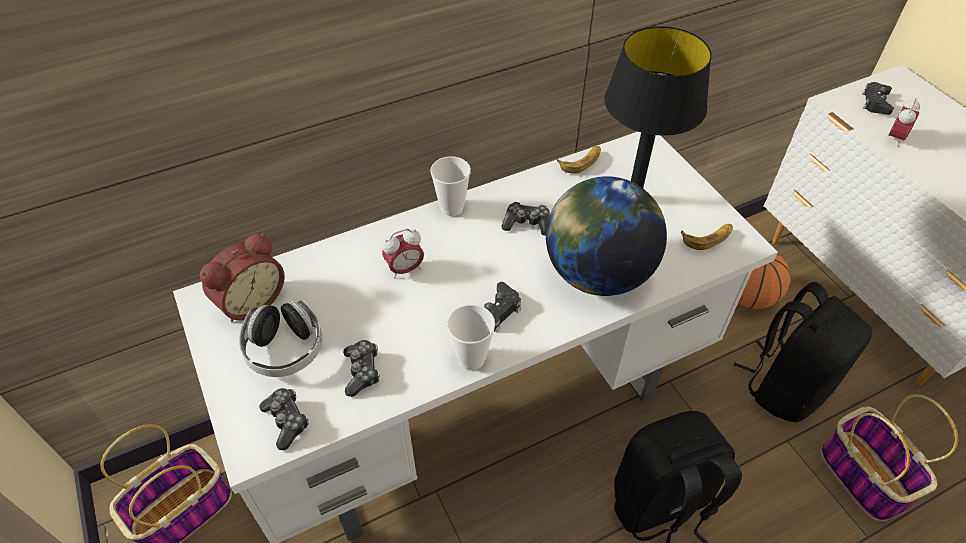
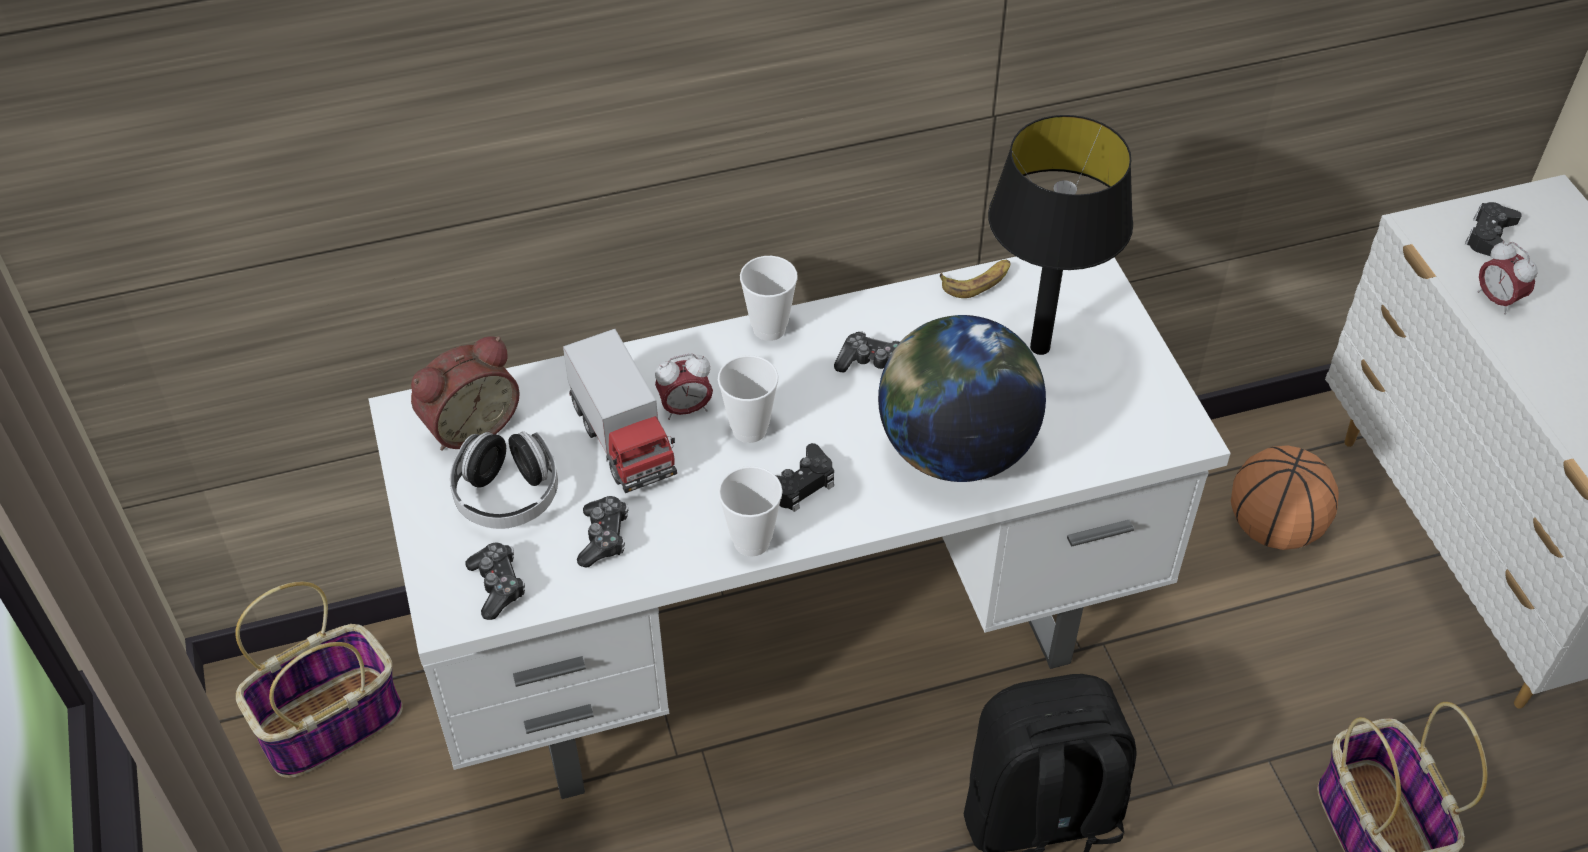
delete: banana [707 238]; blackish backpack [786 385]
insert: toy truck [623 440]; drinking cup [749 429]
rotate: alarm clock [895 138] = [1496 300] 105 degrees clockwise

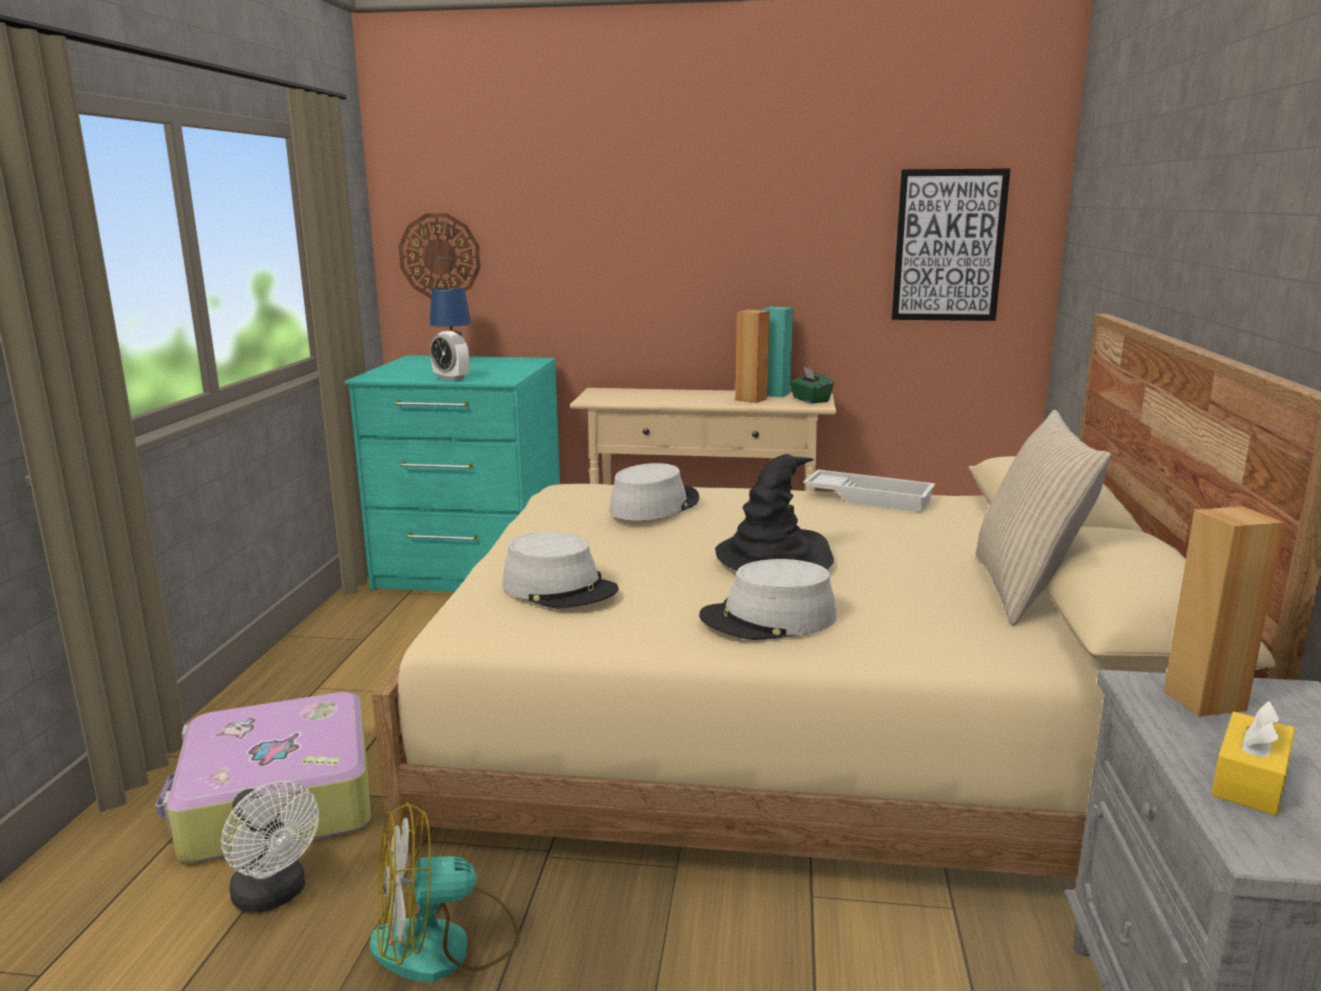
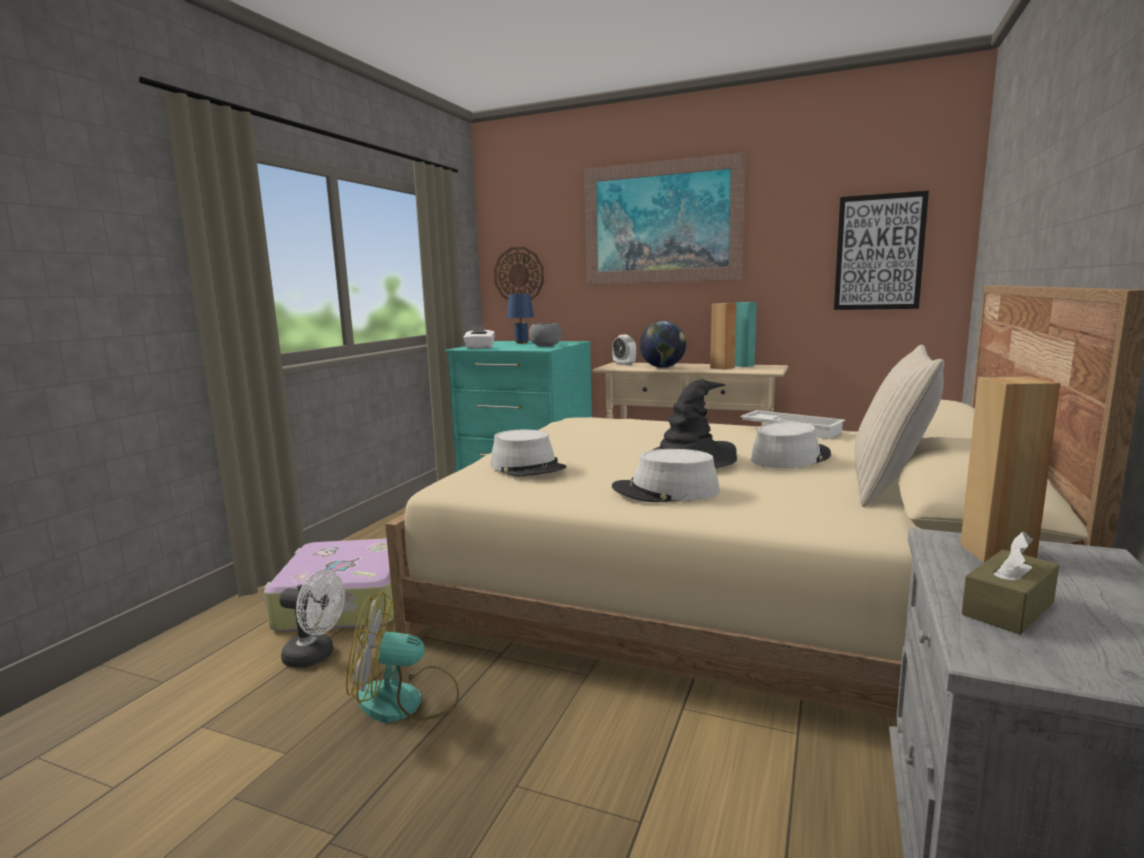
delete: greenish tissue box [810 400]
insert: white tissue box [479 347]; grey serving bowl [545 346]; wall art [661 223]; world globe [662 367]
move: alarm clock [451 378] to [624 364]; grey hat [654 505] to [790 457]
recolor: yellow tissue box [1249 780] to brown-coloured tissue box [1008 608]
rotate: white cooling fan [274 895] = [316 656] 45 degrees counterclockwise

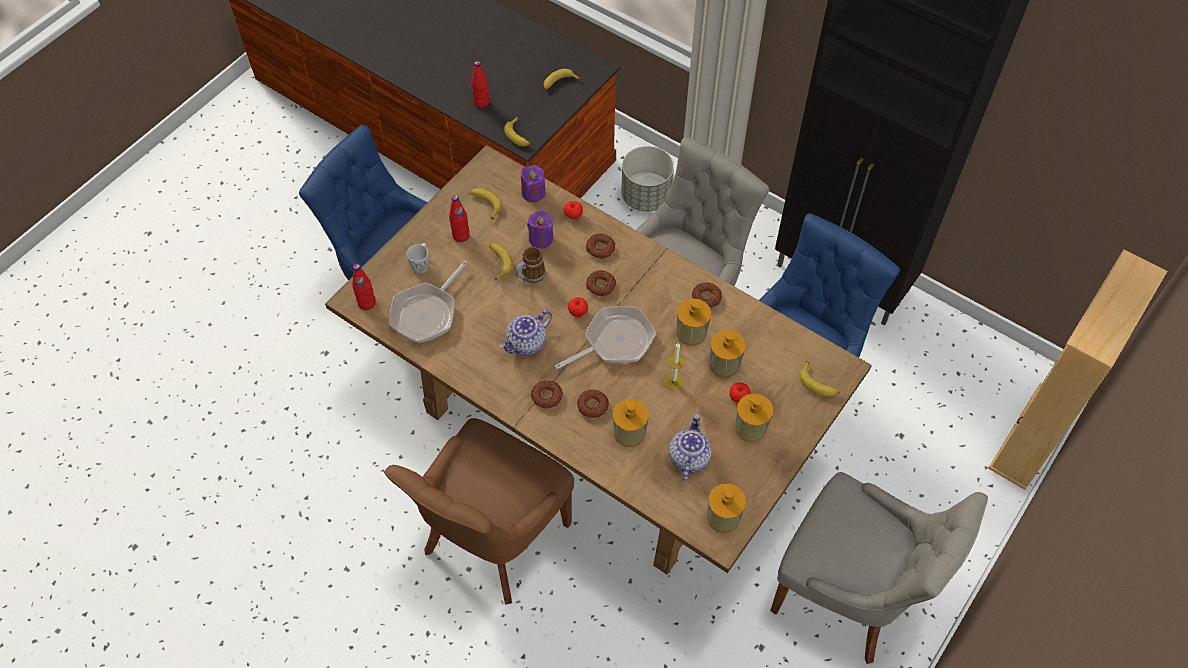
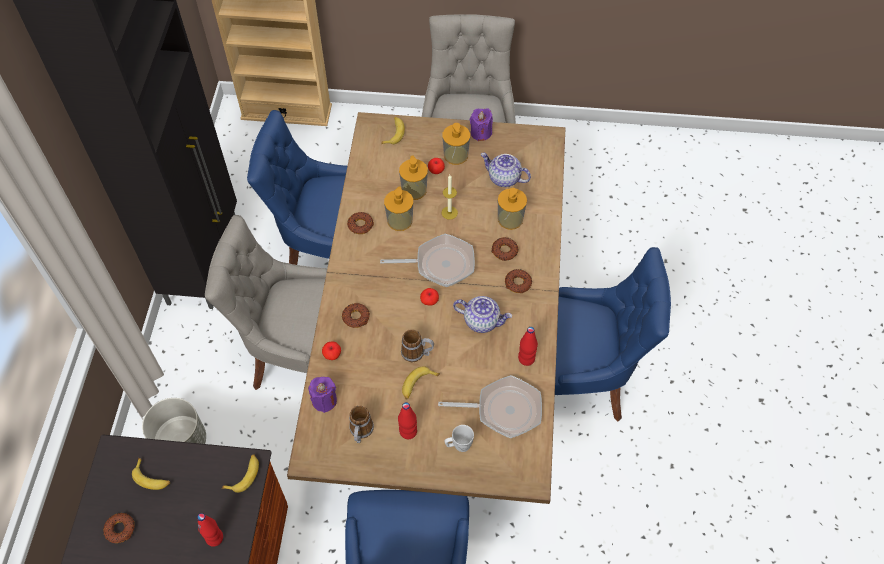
delete: liquid soap bottle [723 517]
move: reddish bottle [367 303] to [526 359]; purple-coloured candle [541 238] to [481 133]; doughnut [601 286] to [120 529]
replace: banana [485 204] to tea mug [360 433]
recolor: brown-coloured chair [493 539] to blue chair [577 380]
rotate: frying pan [614 341] = [440 264] 150 degrees clockwise; teapot [688 457] = [503 178] 45 degrees clockwise

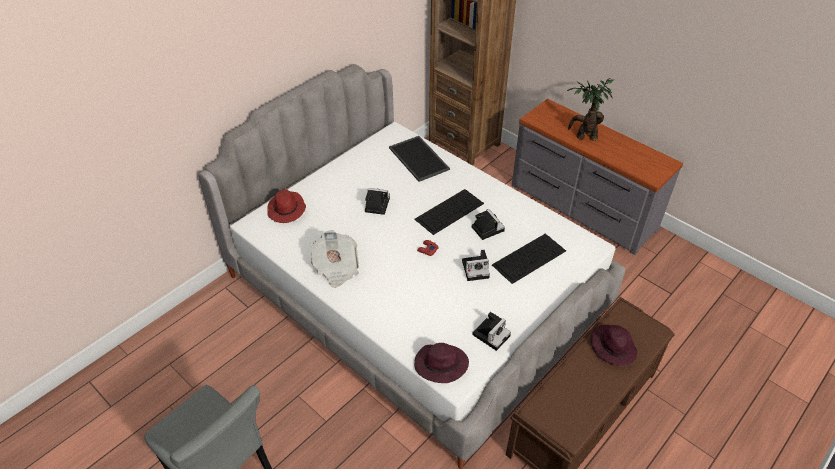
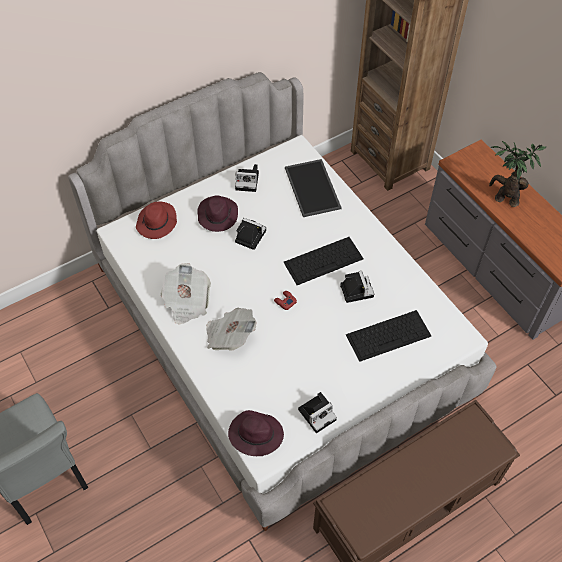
insert: newspaper [229 336]
move: still camera [476 269] to [248 181]; purple-coloured hat [612 346] to [217 215]

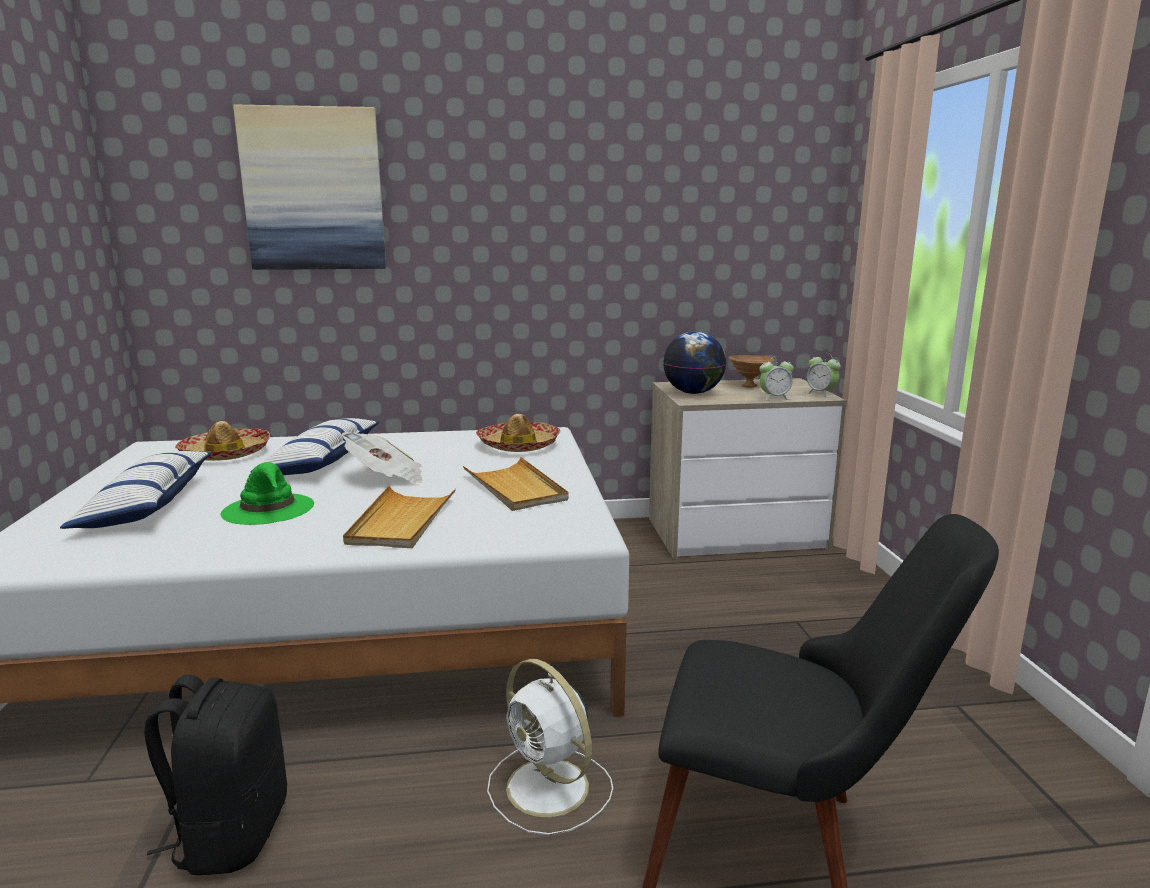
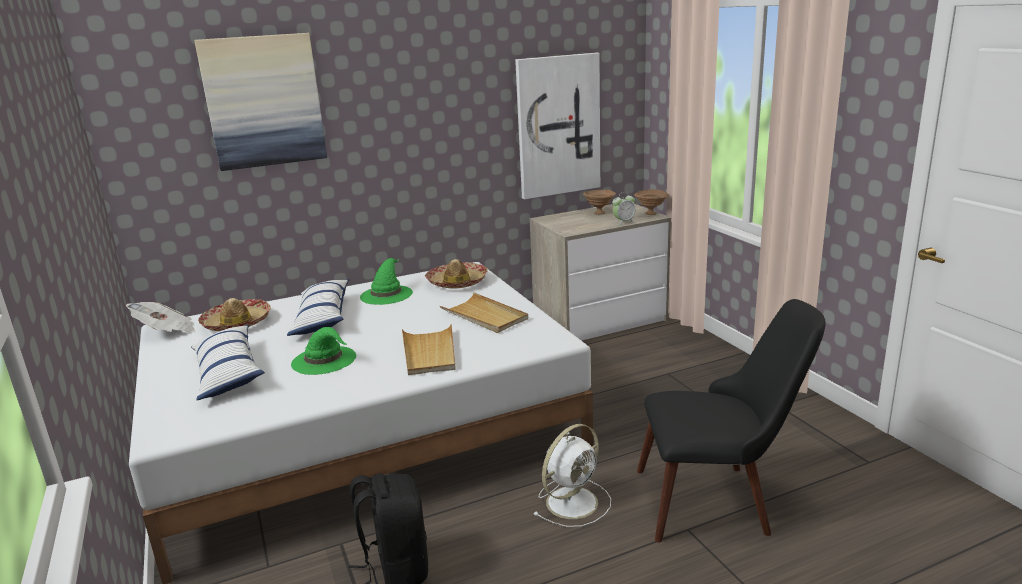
delete: world globe [693 393]
insert: greenish hat [386 294]; wall art [558 126]
move: newspaper [387 478] to [166 332]
replace: alarm clock [821 393] to brown-coloured serving bowl [651 214]
rotate: white cooling fan [550 789] = [573 501] 75 degrees counterclockwise

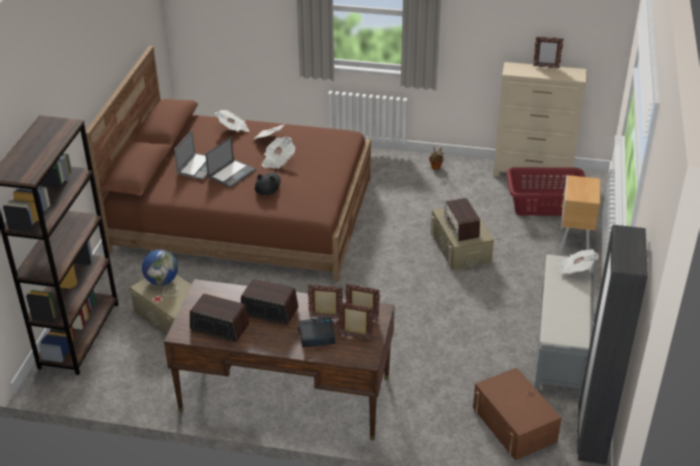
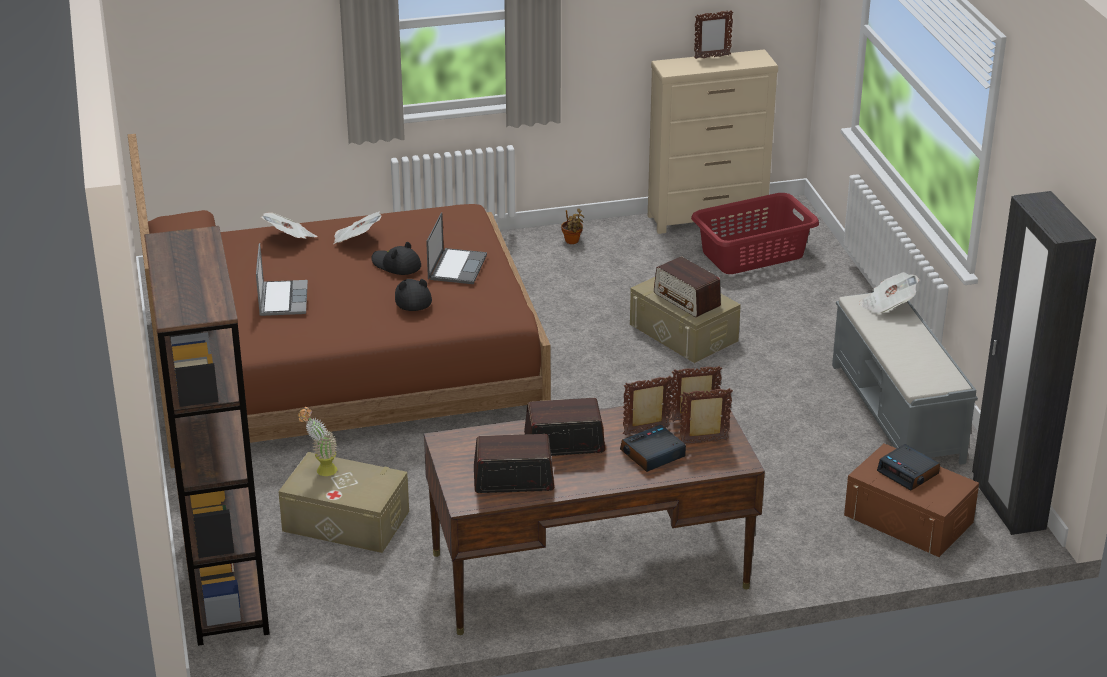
delete: brown-coloured night table [573 242]
insert: alarm clock [908 473]
move: portable computer [232 173] to [457 266]
replace: world globe [162 281] to potted plant [321 470]; newspaper [277 161] to blackish hat [396 265]

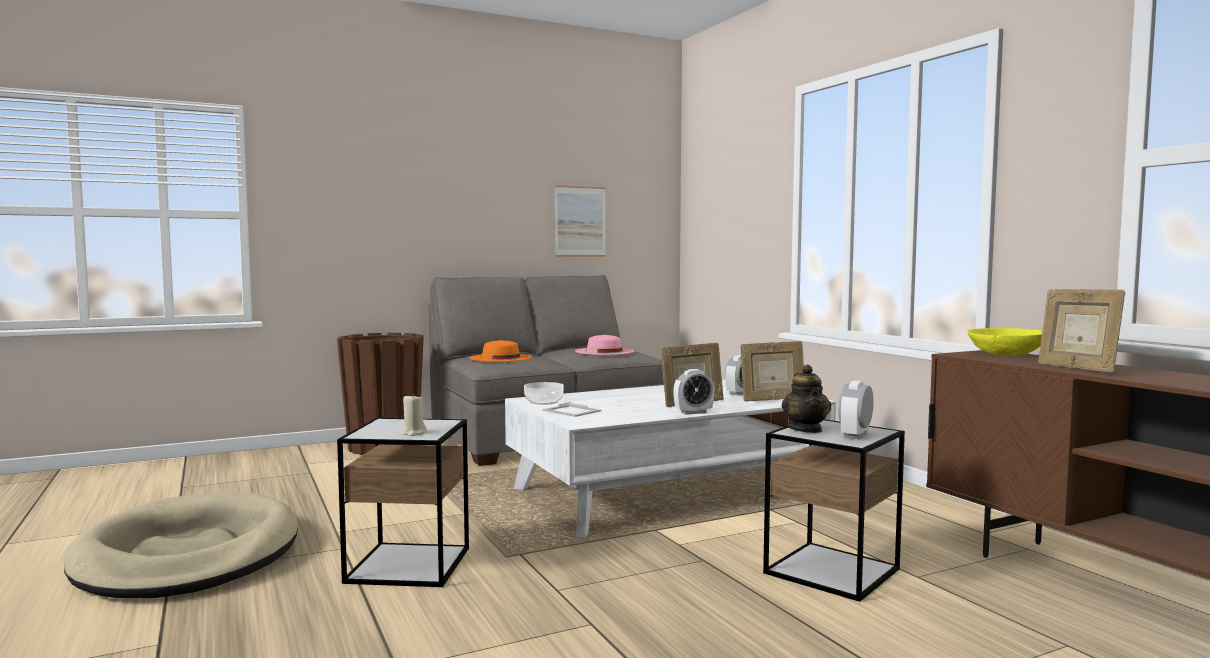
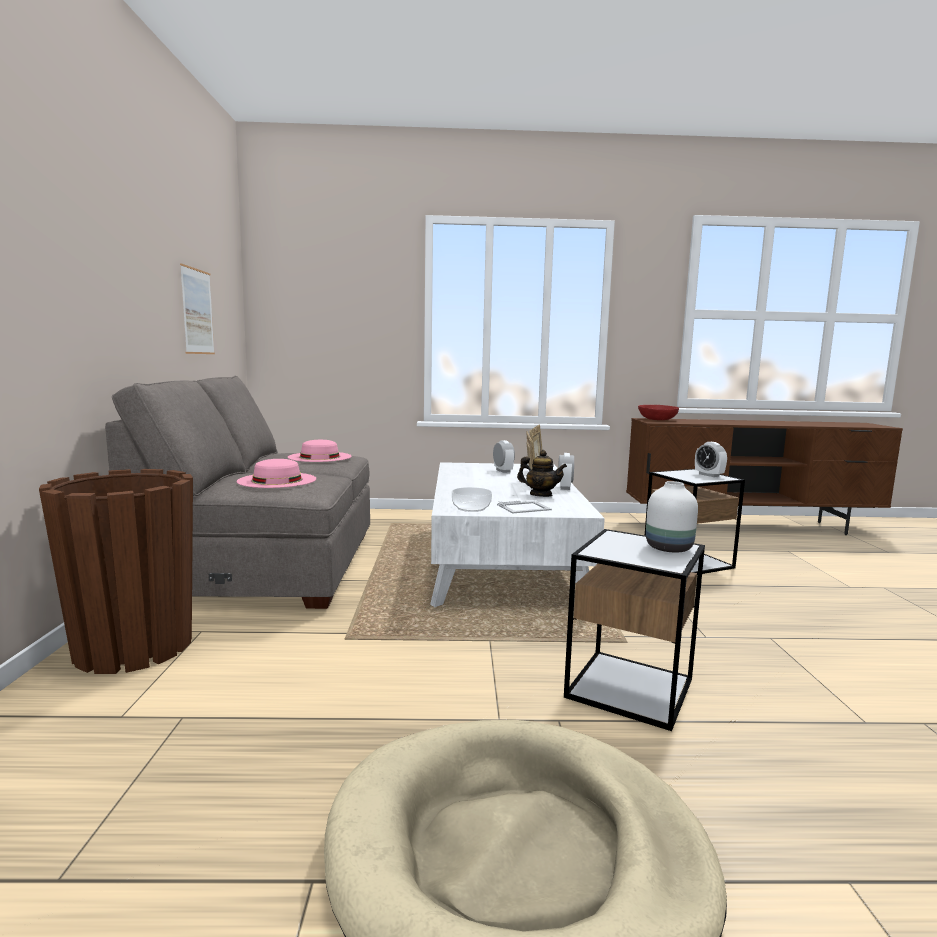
delete: photo frame [1076 368]
move: teapot [806 429] to [540 495]
replace: beige candle [413 433] to white decorative vase [667 548]
recolor: orangey hat [501 357] to pinkish hat [277 480]; yellow serving bowl [1005 354] to reddish serving bowl [657 419]

